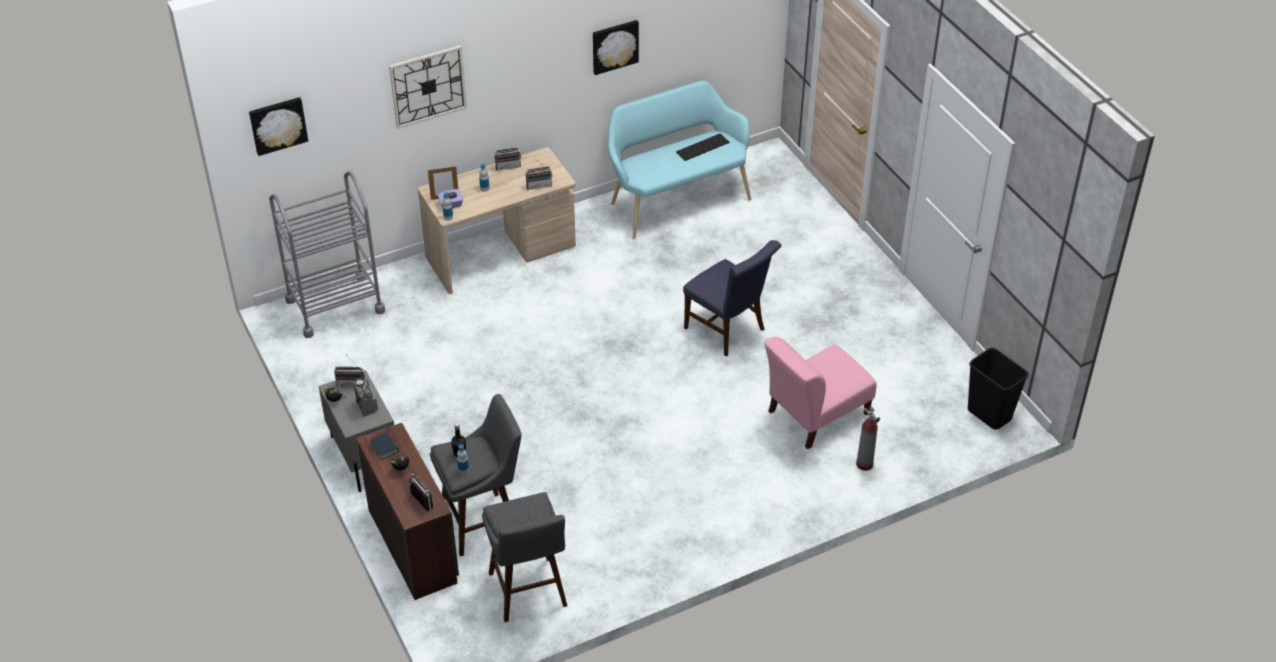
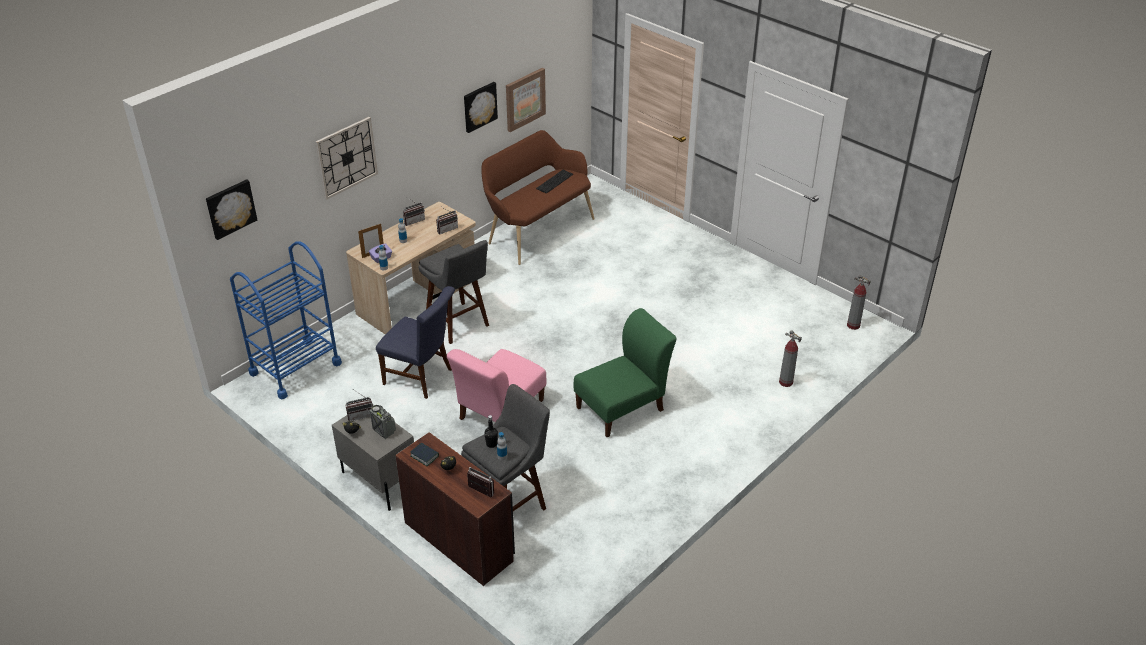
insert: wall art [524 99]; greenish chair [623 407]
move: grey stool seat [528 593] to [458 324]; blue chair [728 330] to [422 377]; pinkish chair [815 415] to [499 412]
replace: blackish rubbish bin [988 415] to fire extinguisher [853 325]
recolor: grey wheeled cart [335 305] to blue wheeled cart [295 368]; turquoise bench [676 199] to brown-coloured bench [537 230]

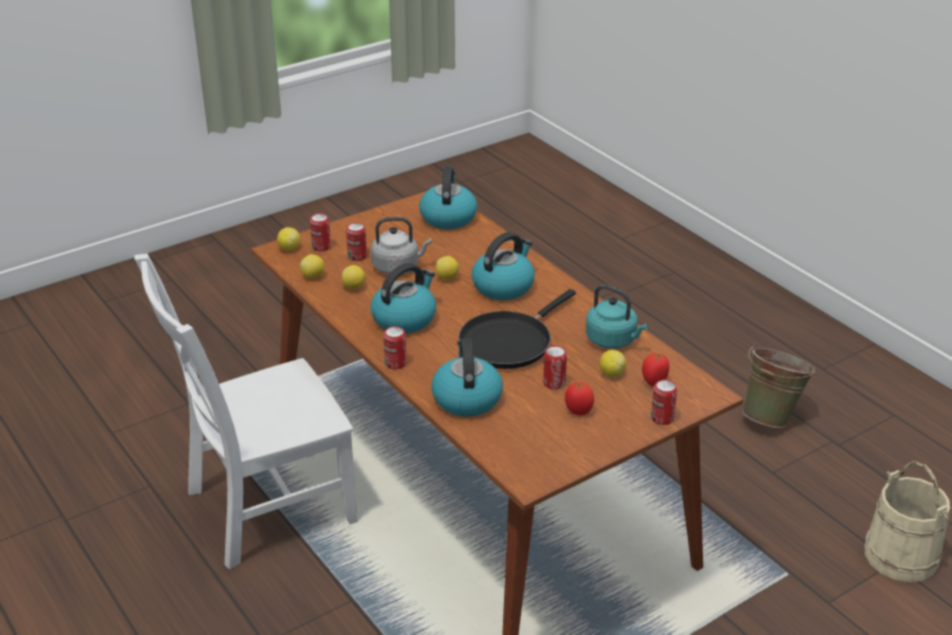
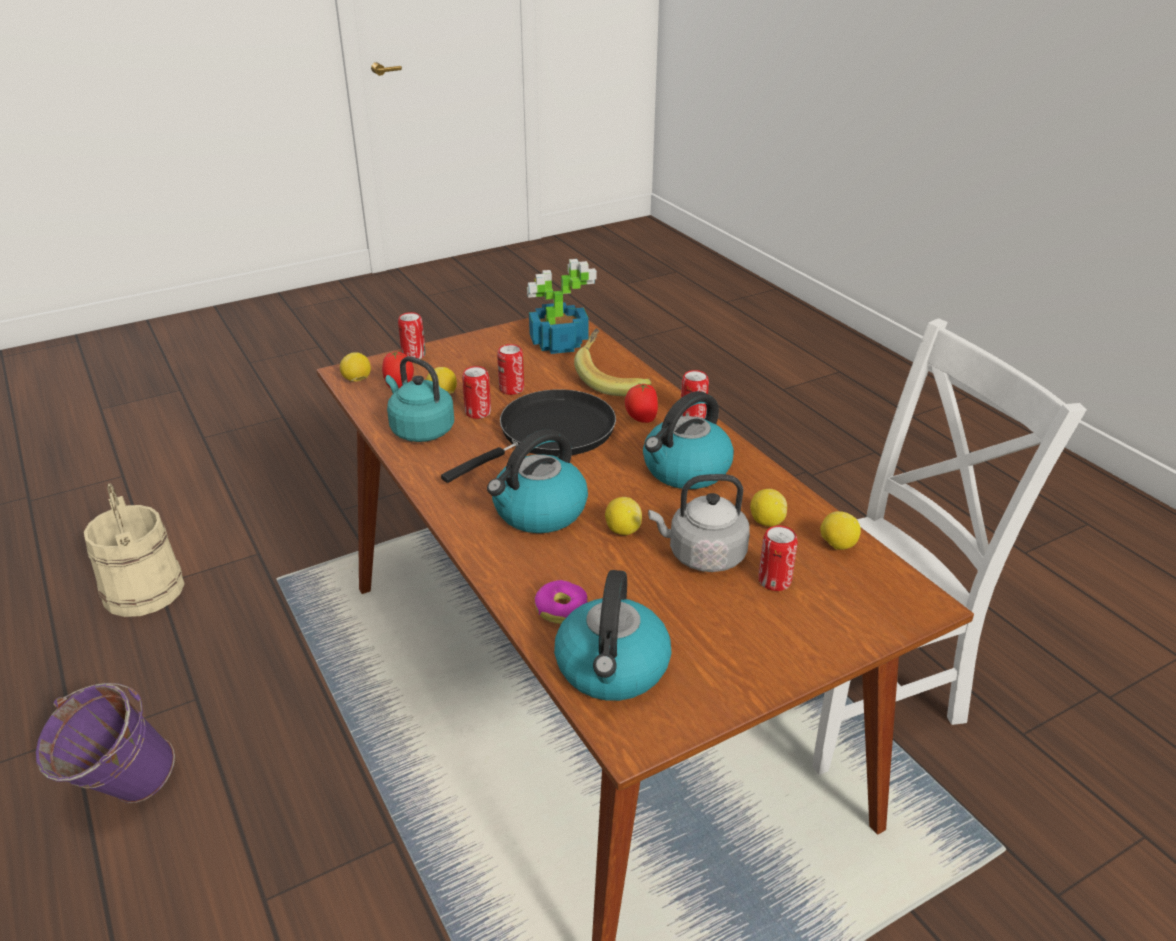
insert: potted plant [558 343]; doughnut [561 608]
move: lemon [289 248] to [357 380]; metal can [321 247] to [478 412]; whole tomato [578 411] to [641 419]
replace: kettle [466 398] to banana [612 380]
recolor: greenish pail [772 416] to purple-coloured pail [121 793]

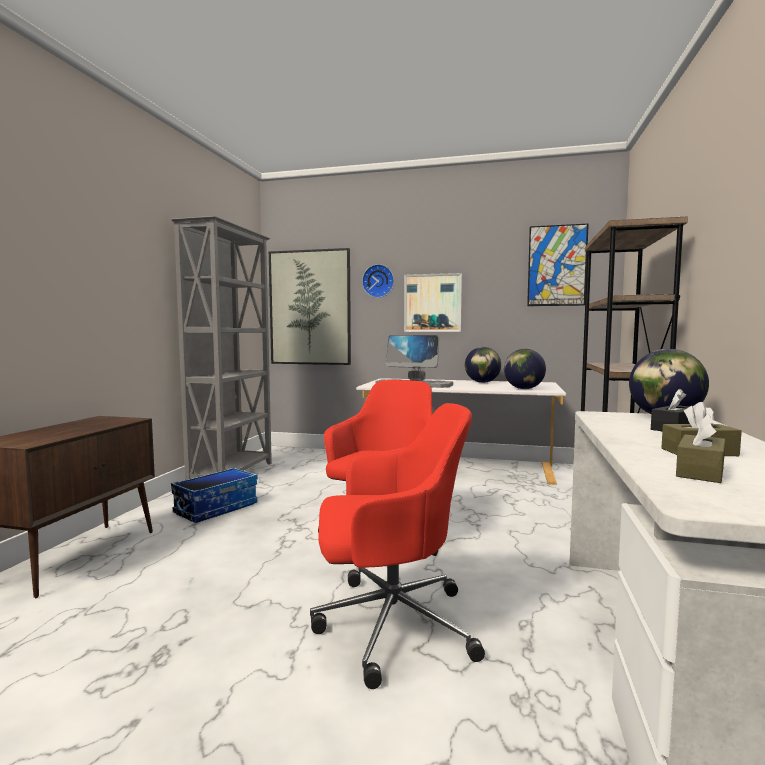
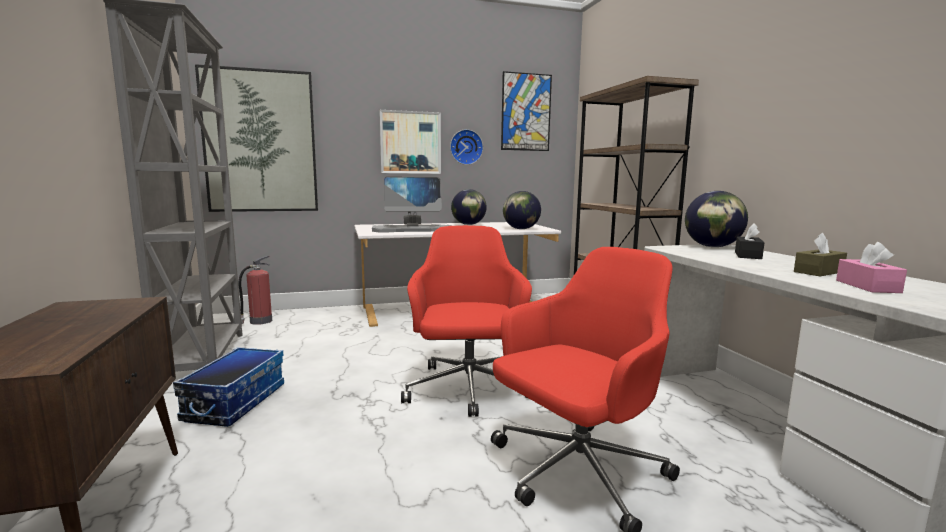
insert: fire extinguisher [260 321]
move: hanging clock [378 281] to [466 147]
recolor: brown-coloured tissue box [700 471] to pinkish tissue box [867 286]

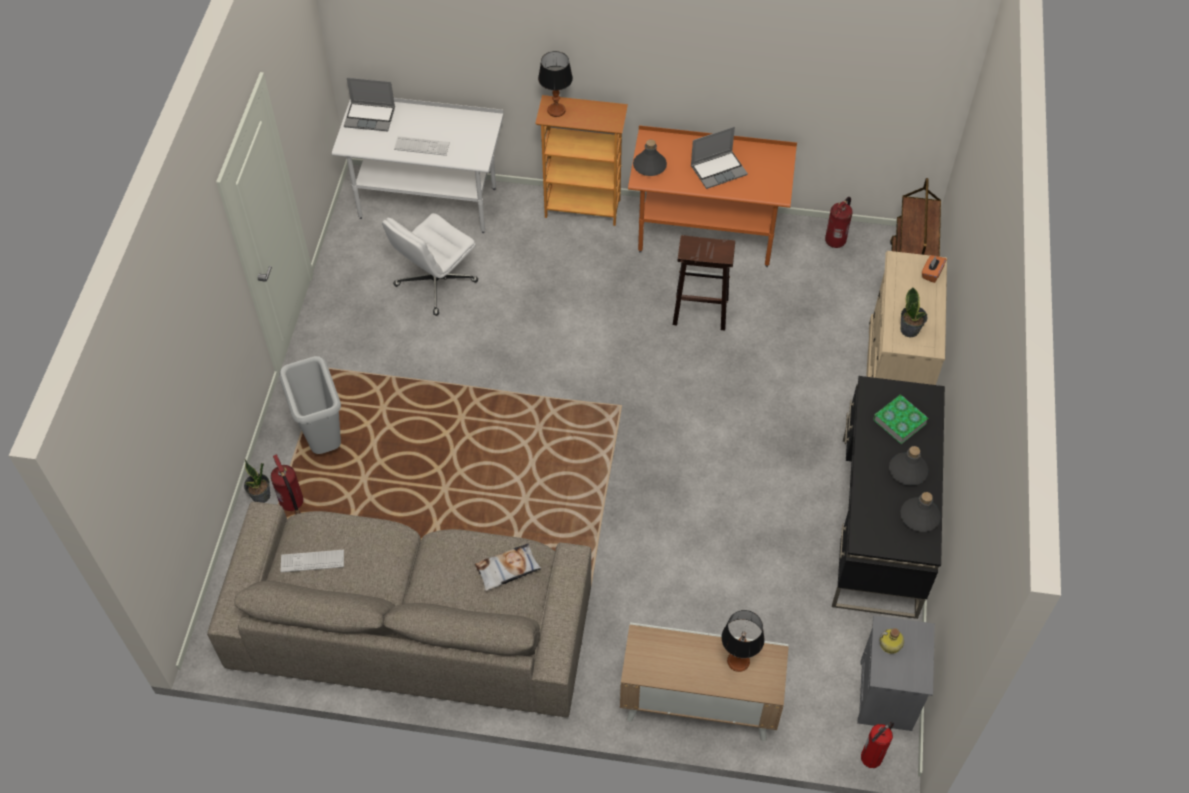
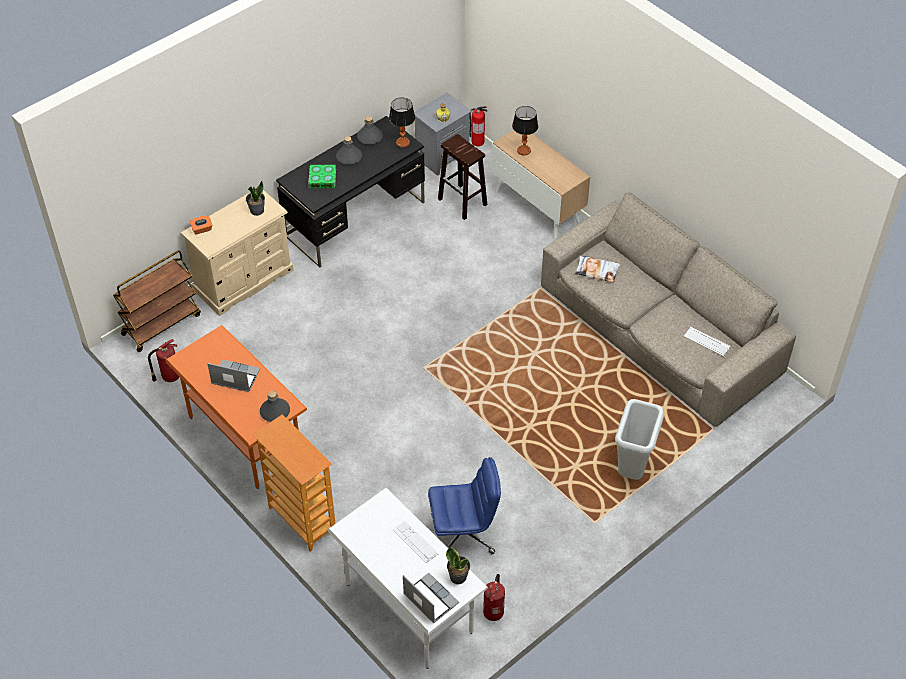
move: potted plant [261 496] to [458 576]; fire extinguisher [292 504] to [494 611]; lamp for a table [556 111] to [403 142]; brown-coloured stool seat [699 311] to [463 202]
recolor: white office chair [435 284] to blue office chair [464 534]

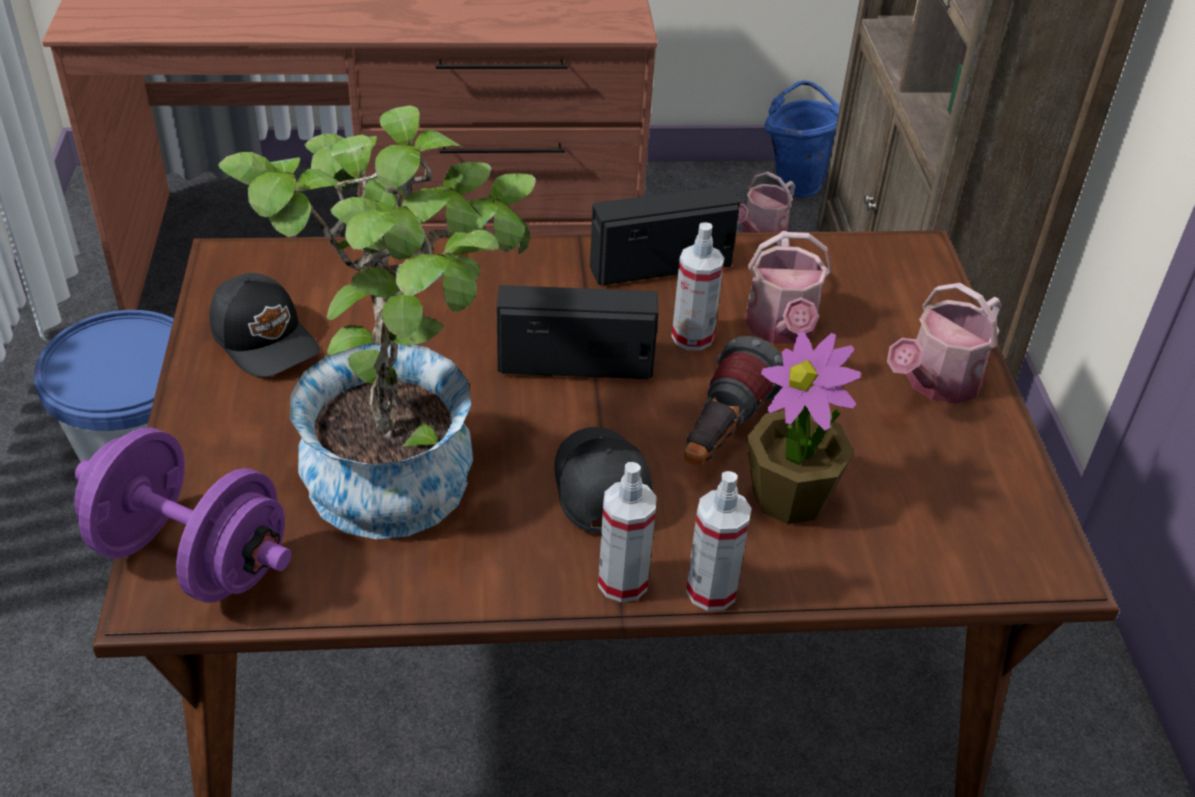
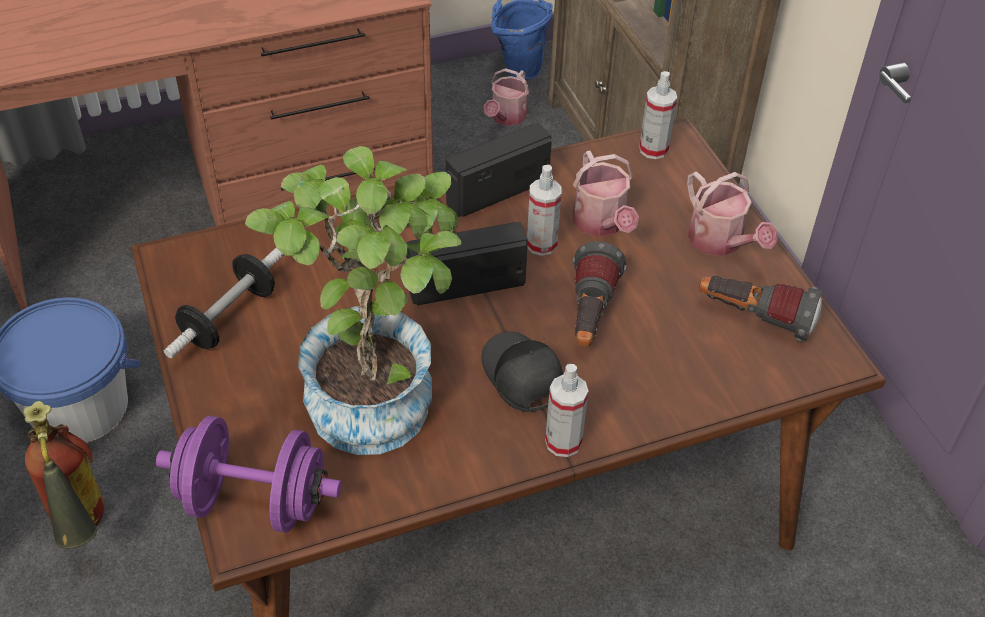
delete: potted plant [790 497]
insert: fire extinguisher [84 534]; flashlight [754 318]
move: spray bottle [711 590] to [653 149]
replace: blackish peaked cap [266 339] to hand weight [229 318]
rotate: watering can [936 383] = [720 242] 60 degrees counterclockwise

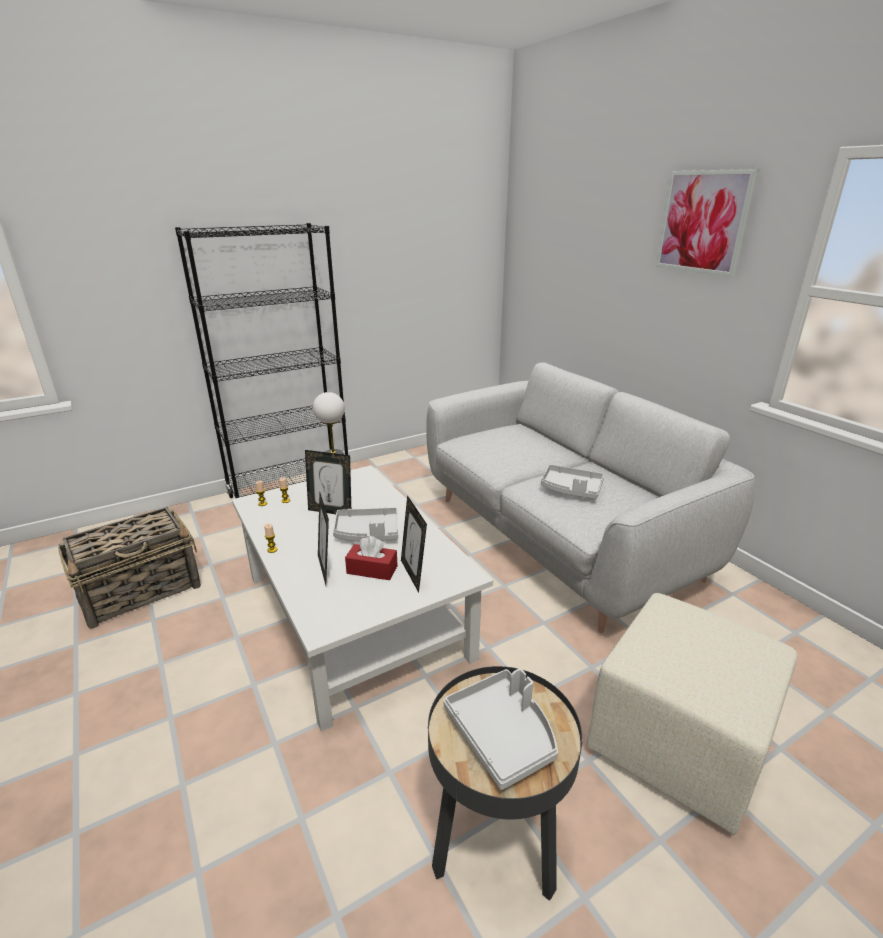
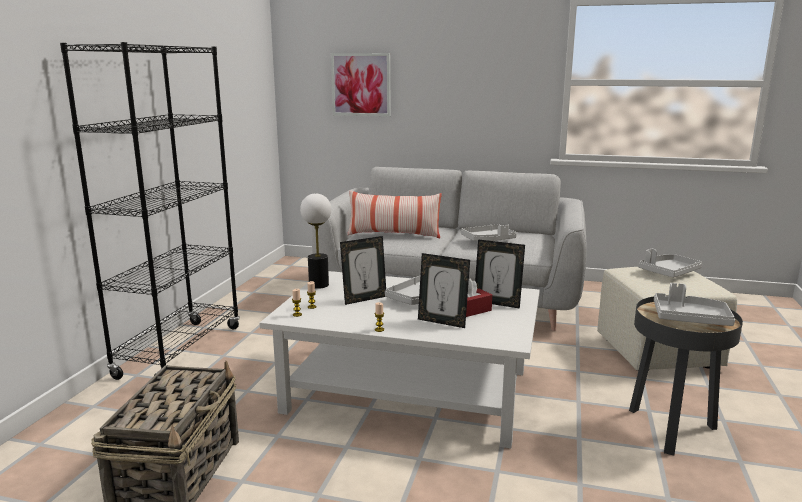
insert: cushion [394 235]; grey carrying tray [668 272]
move: wall art [703 222] to [361 84]

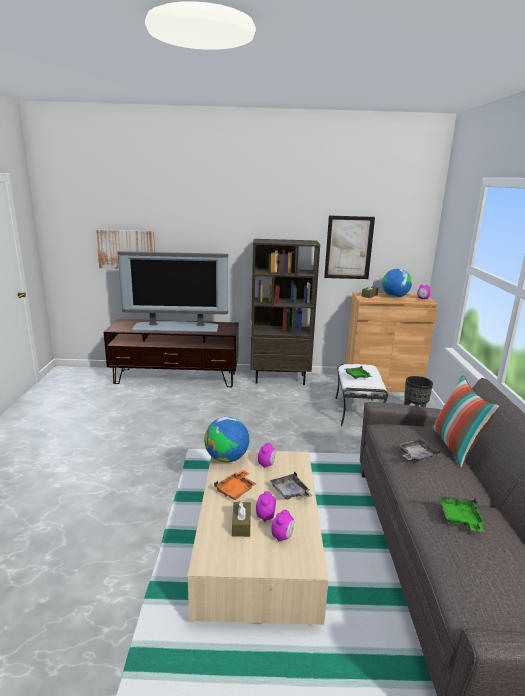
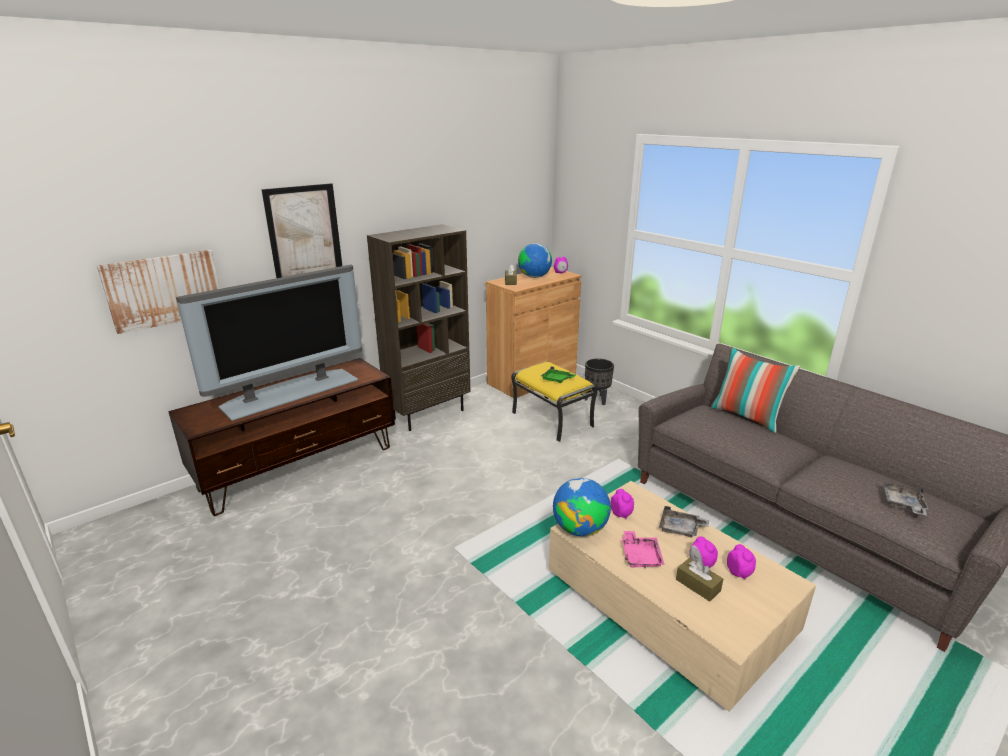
delete: greenish carrying tray [460 518]
move: wall art [348 247] to [304 236]; grey carrying tray [416 455] to [902 504]
recolor: orangey carrying tray [236 490] to pinkish carrying tray [640 556]; white pouffe [358 412] to yellow pouffe [553 419]

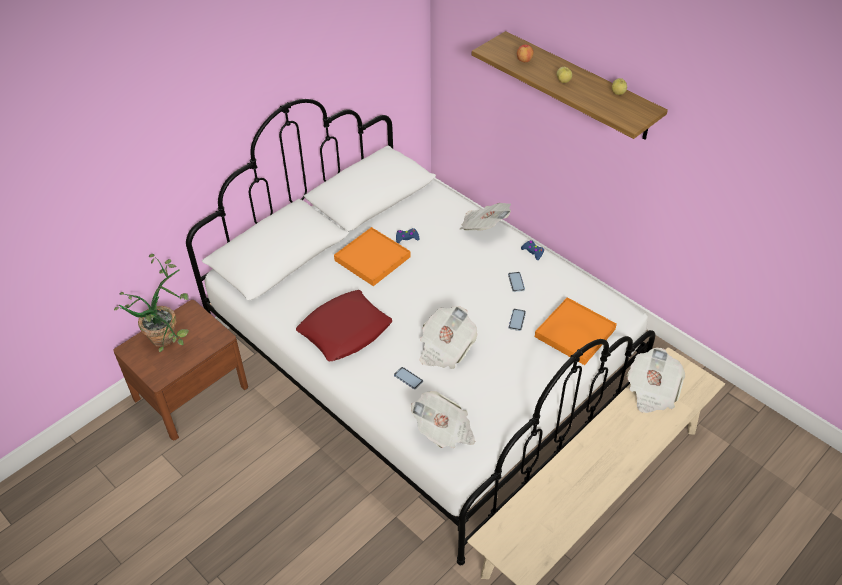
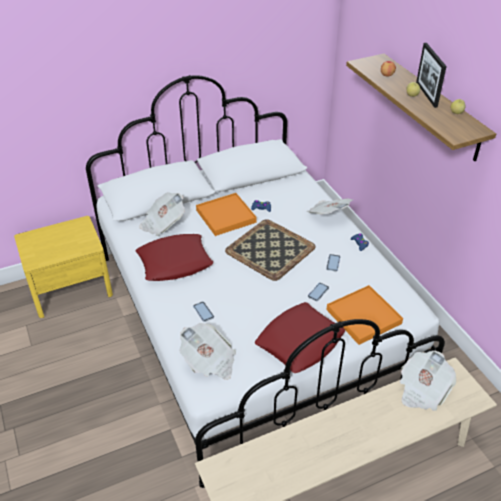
delete: potted plant [170 337]
insert: carrying tray [269 249]; reddish cushion [300 342]; photo frame [426 94]
move: newspaper [445 348] to [162 223]
recolor: brown-coloured night table [191 393] to yellow night table [70 288]

